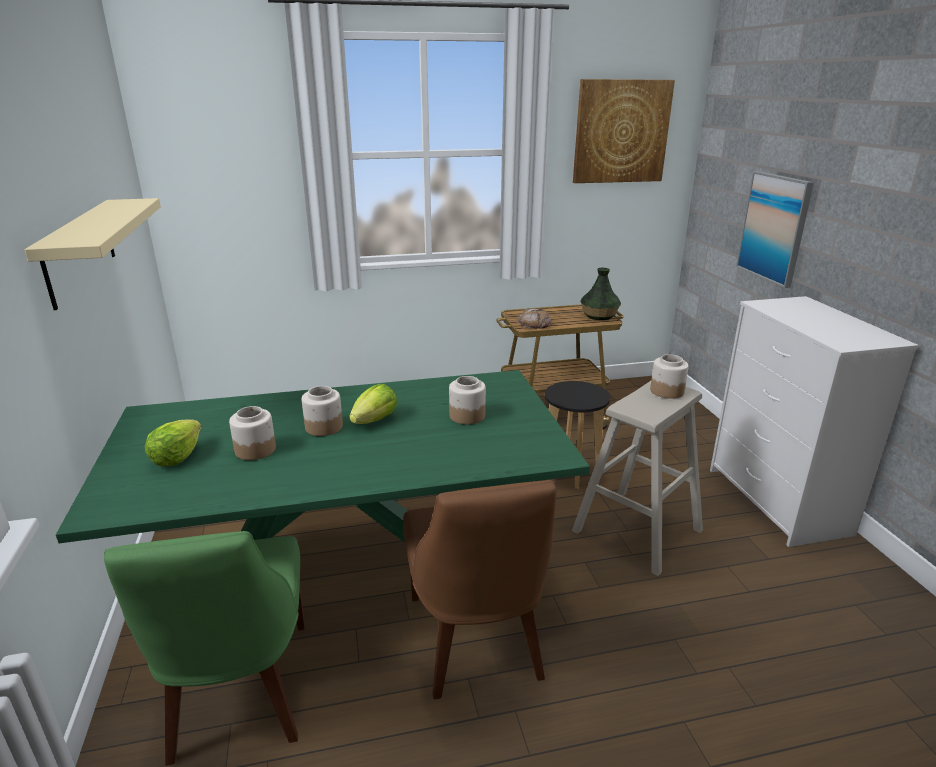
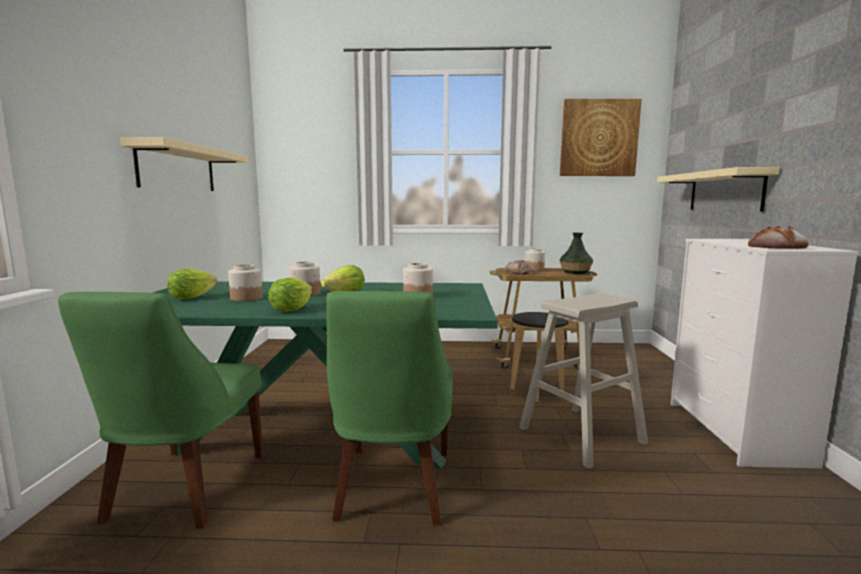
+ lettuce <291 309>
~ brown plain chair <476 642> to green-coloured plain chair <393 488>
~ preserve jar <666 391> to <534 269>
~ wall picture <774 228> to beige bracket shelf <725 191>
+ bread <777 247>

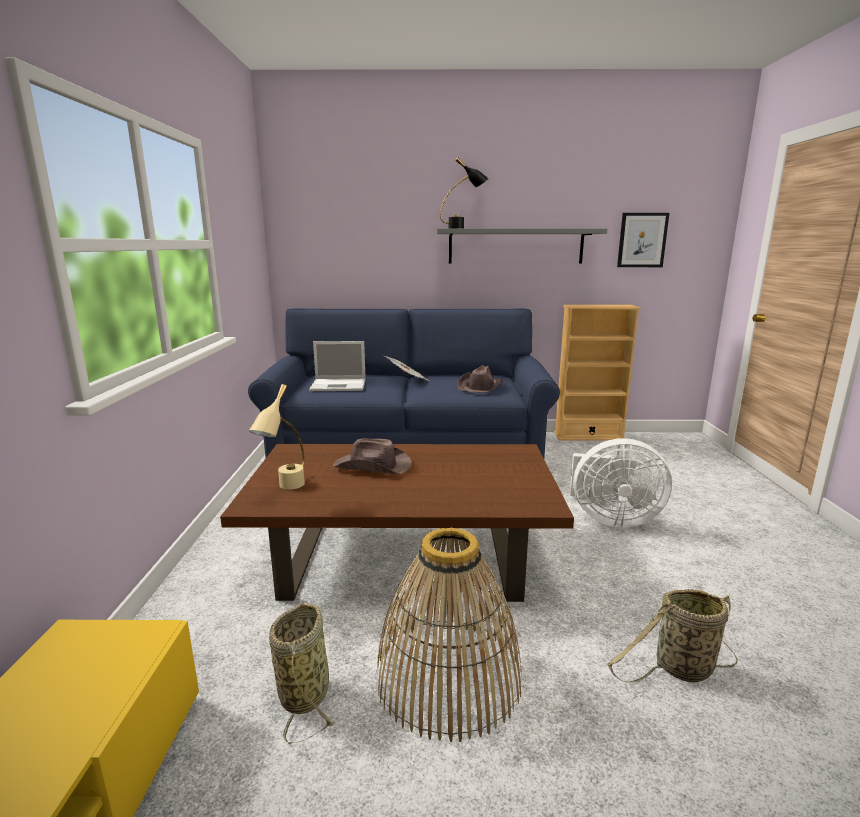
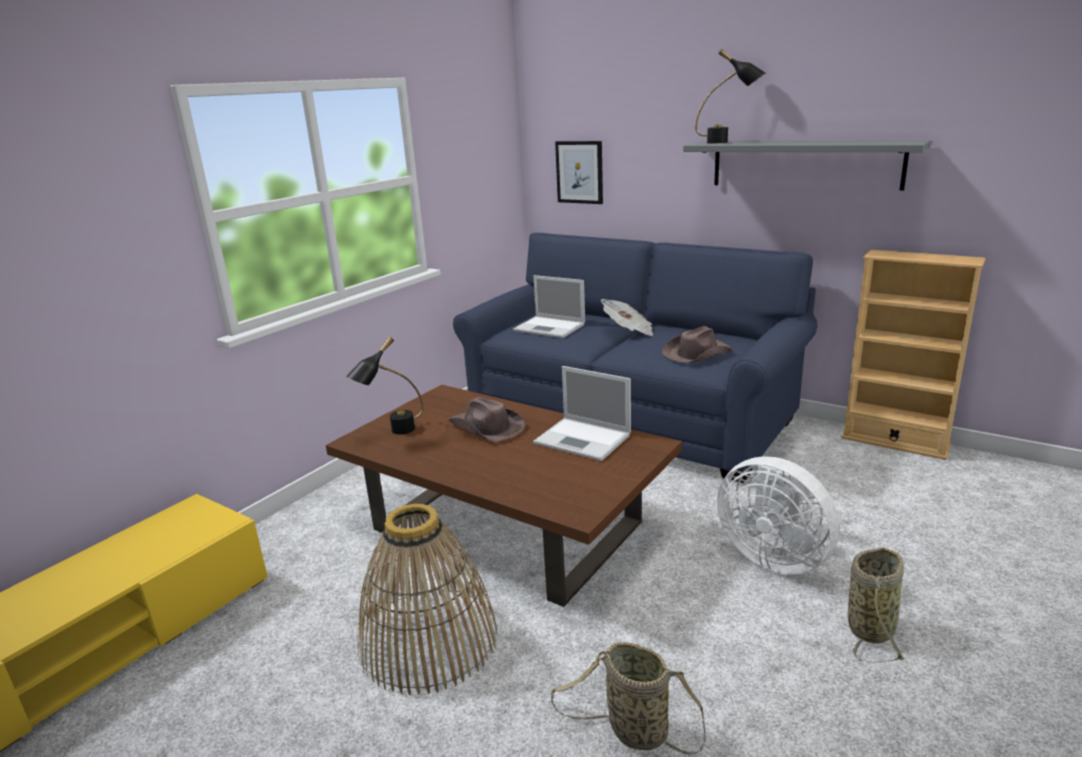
~ beige tabletop lamp <285 489> to blackish tabletop lamp <393 433>
+ laptop <584 439>
~ wall picture <642 240> to <579 172>
~ storage basket <305 691> to <871 627>

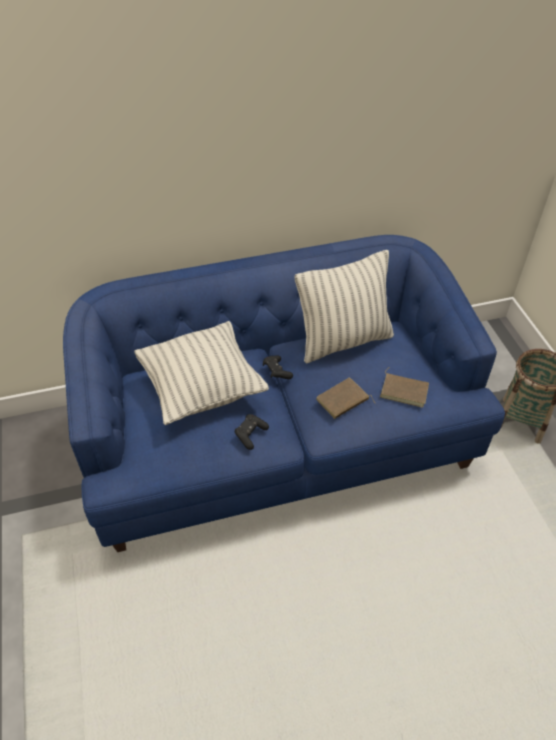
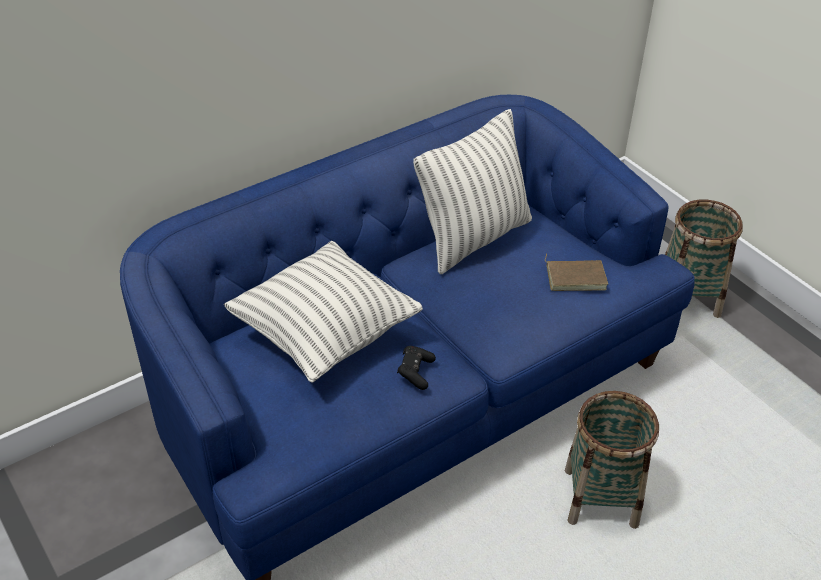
+ storage basket <600 498>
- blackish joypad <276 372>
- brown volume <343 401>

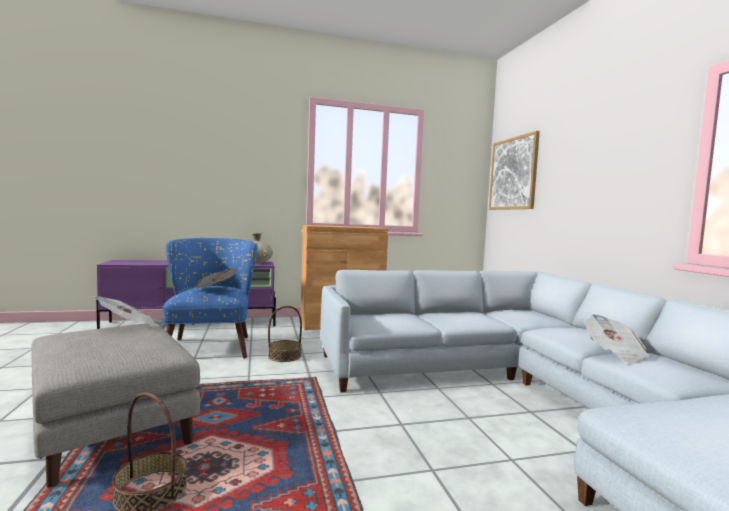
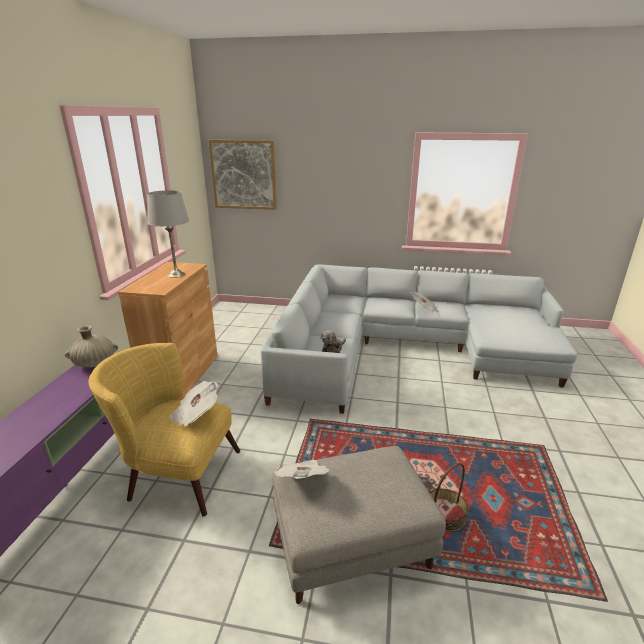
~ bluish armchair <211 345> to yellow-coloured armchair <175 473>
+ greyish tabletop lamp <176 275>
+ plush toy <333 349>
- storage basket <284 356>

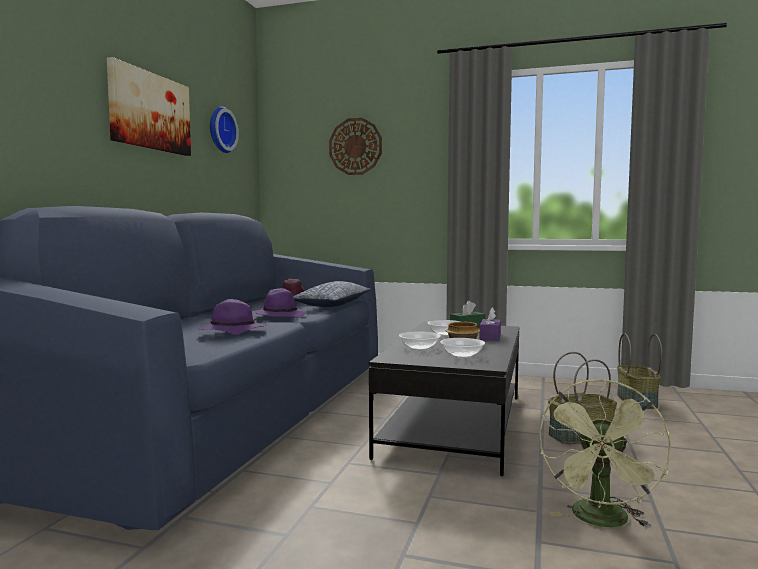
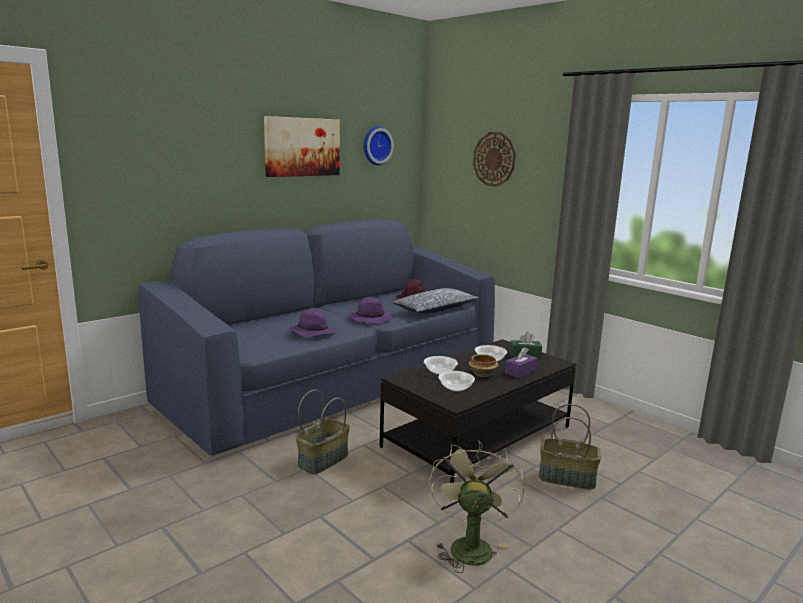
~ storage basket <635 401> to <323 460>
~ green-coloured fan <602 521> = <469 545> 135 degrees clockwise

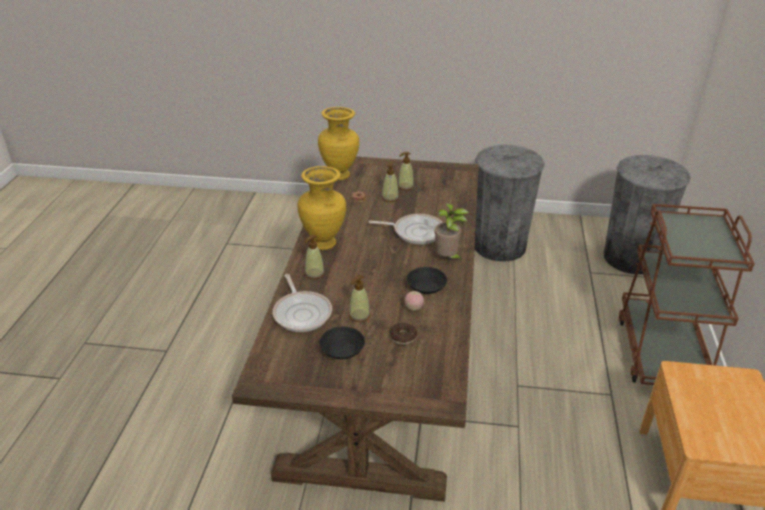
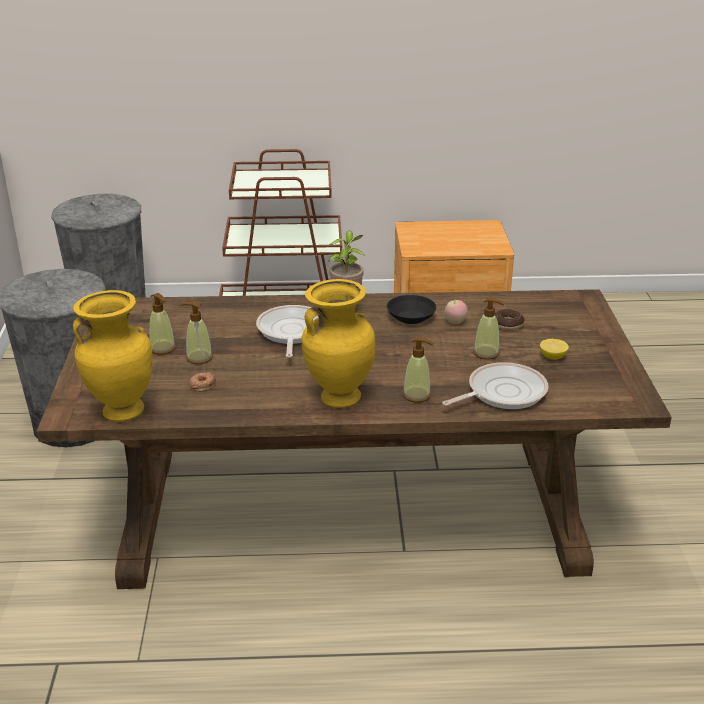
~ blackish bowl <342 351> to citrus fruit <552 357>

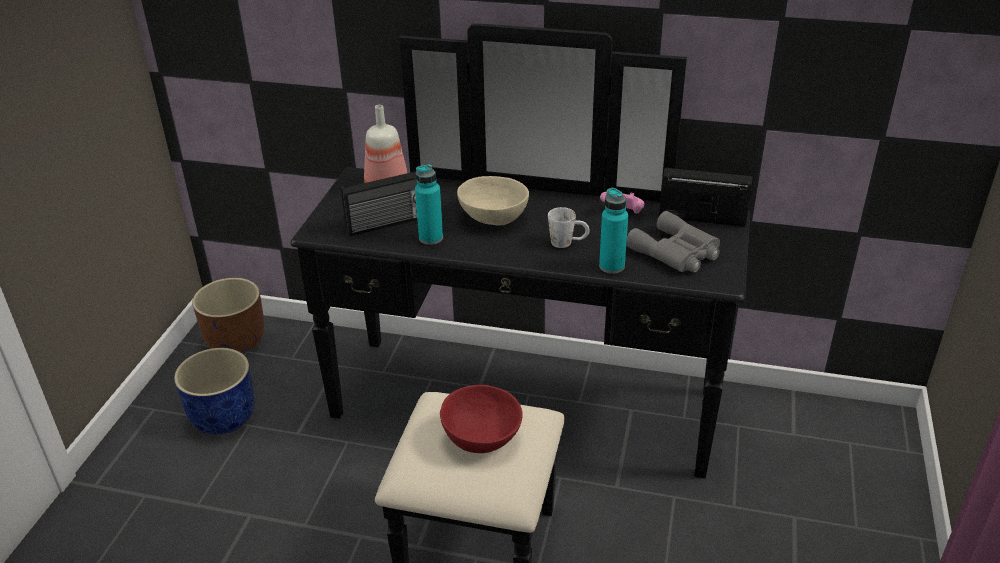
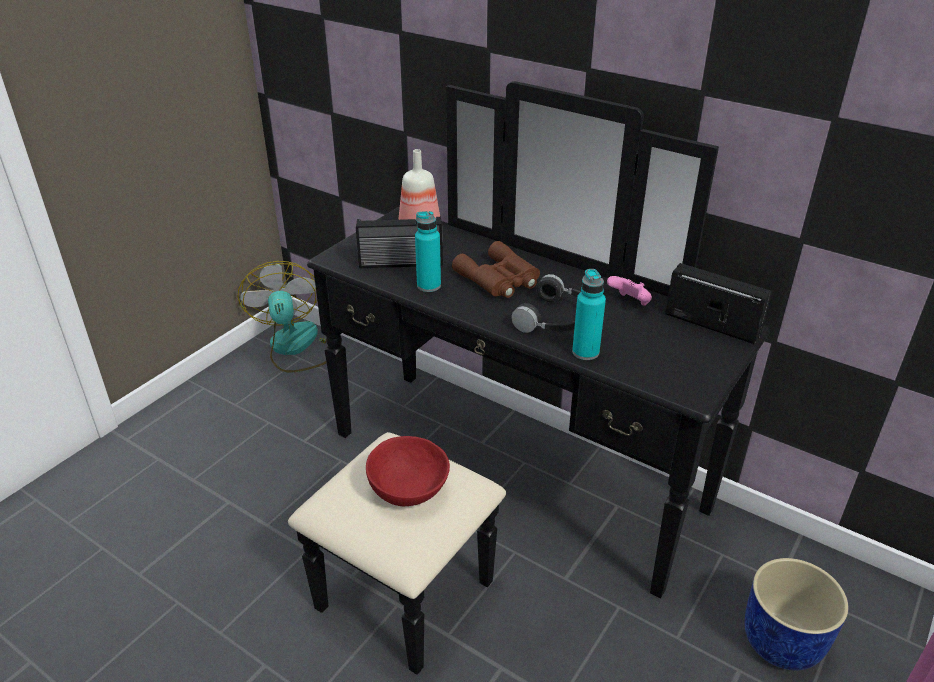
~ brown plant pot <235 341> to fan <296 347>
~ beige bowl <493 218> to brown field glasses <499 279>
~ white mug <568 243> to blackish headset <556 319>
~ bluish plant pot <224 417> to <783 641>
- greyish field glasses <676 252>

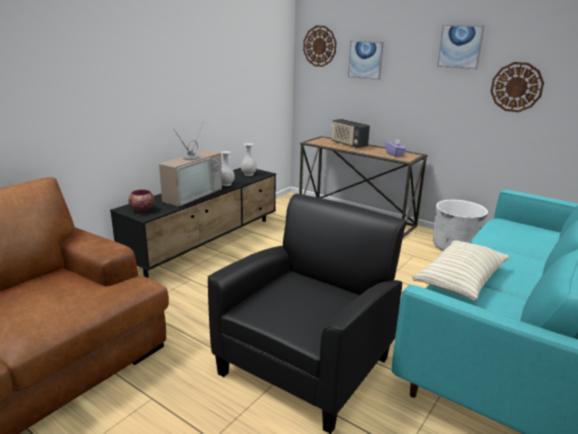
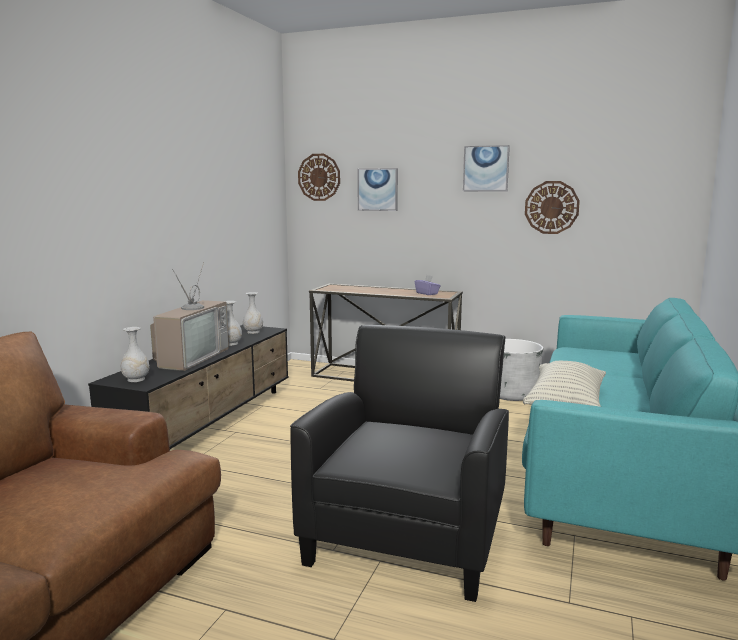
~ bowl <142 210> to white decorative vase <136 379>
- radio <348 144>

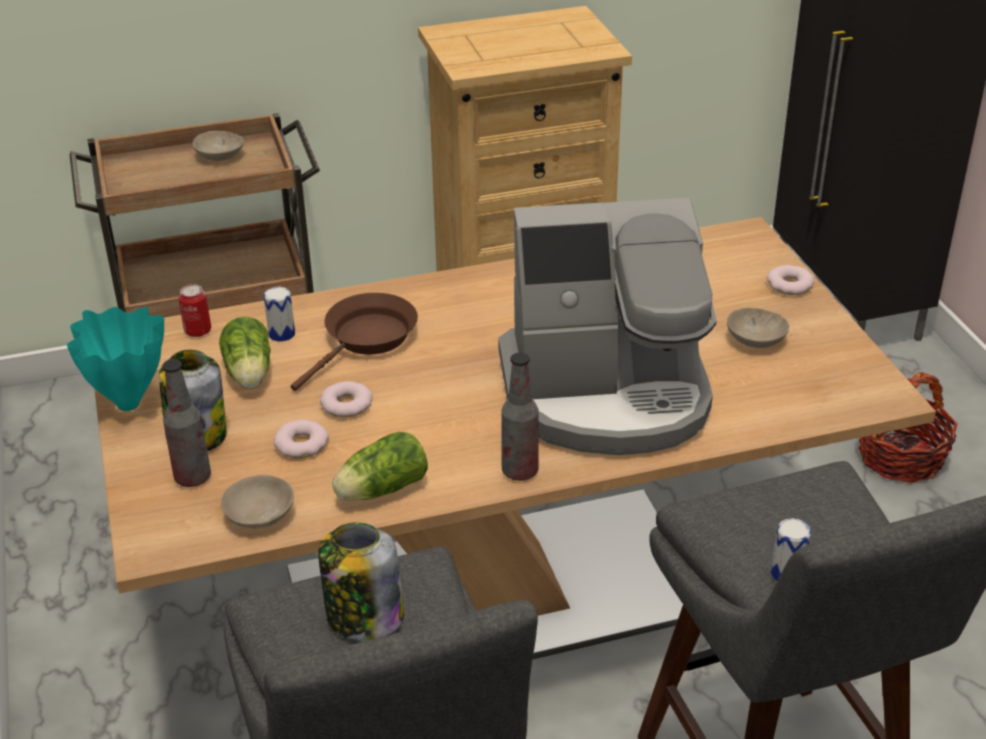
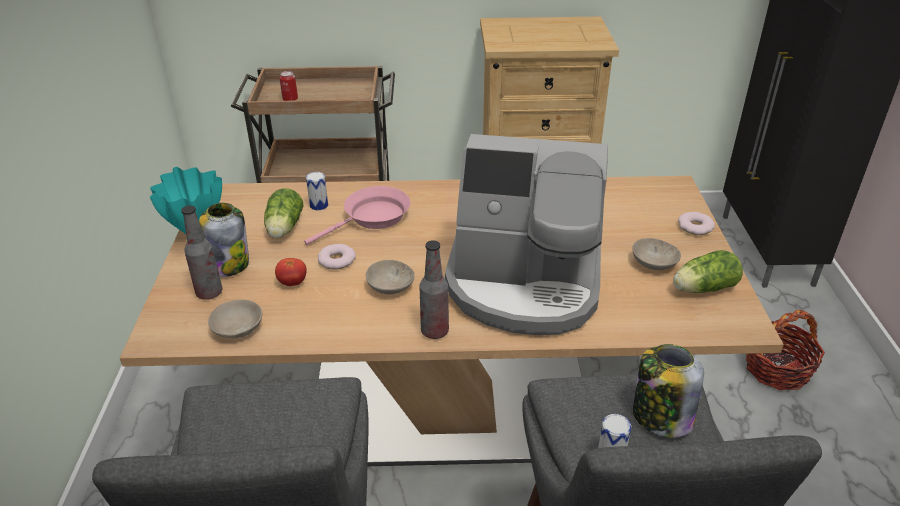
~ donut <301 444> to tomato <293 283>
~ can <198 331> to <290 99>
~ brown pan <366 339> to pink pan <372 218>
~ beige bowl <218 156> to <389 287>
~ preserve jar <363 617> to <661 417>
~ lettuce <379 490> to <702 288>

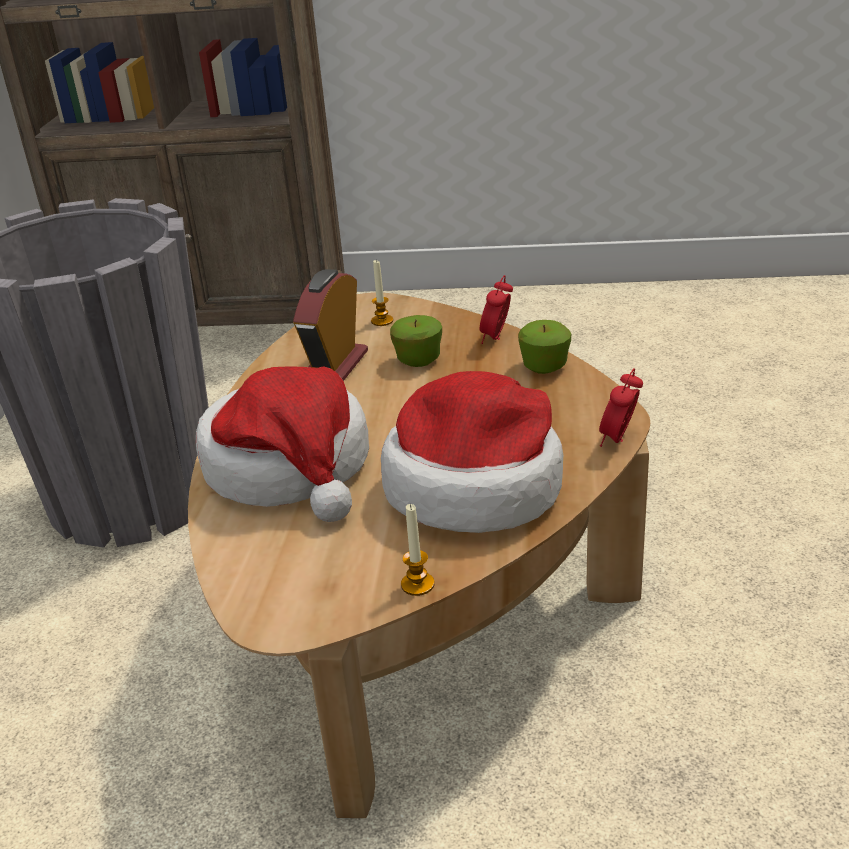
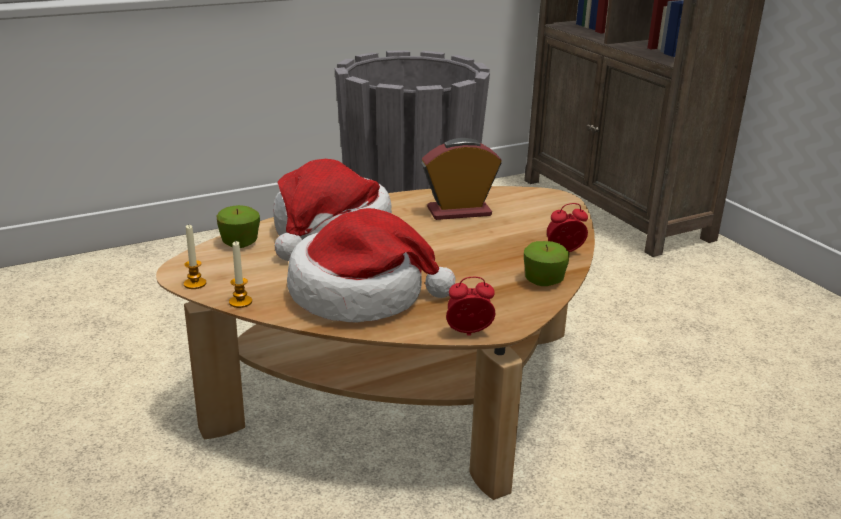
~ wax candle <382 321> to <195 284>
~ apple <418 360> to <240 243>

